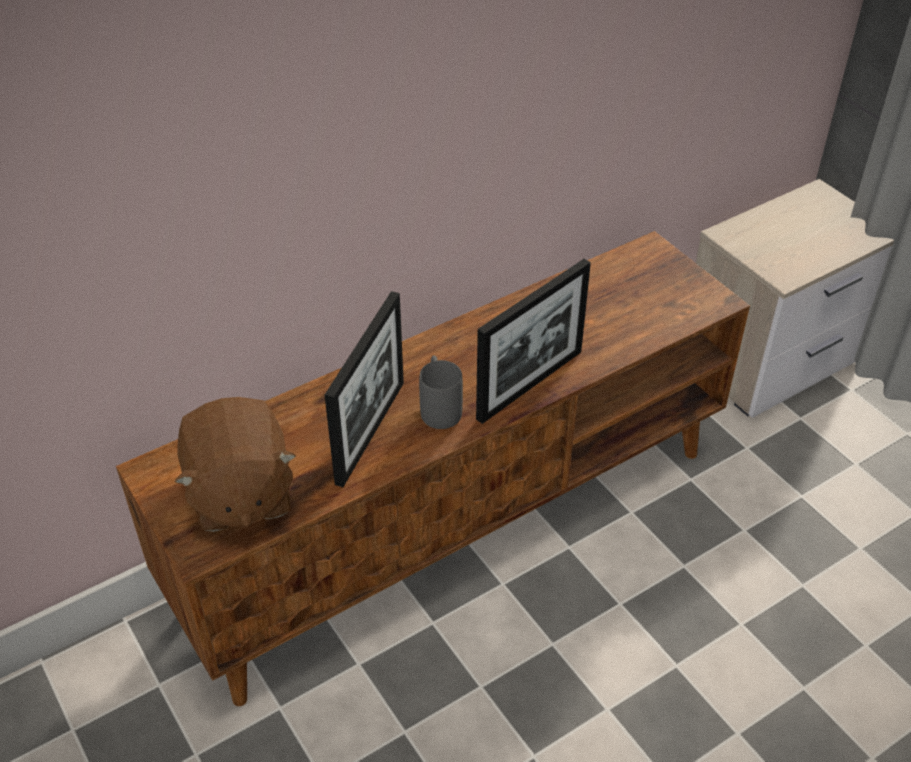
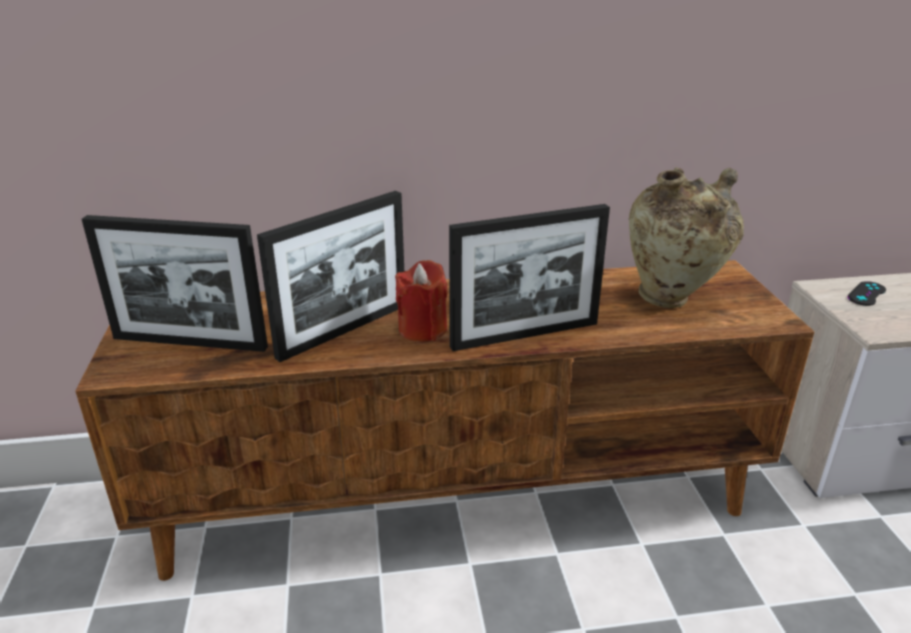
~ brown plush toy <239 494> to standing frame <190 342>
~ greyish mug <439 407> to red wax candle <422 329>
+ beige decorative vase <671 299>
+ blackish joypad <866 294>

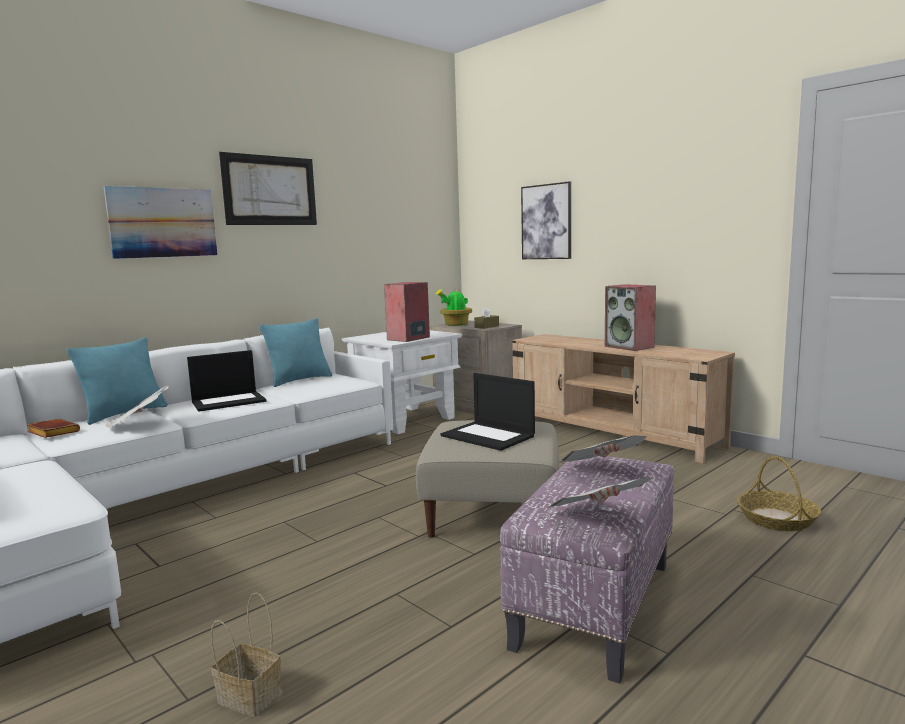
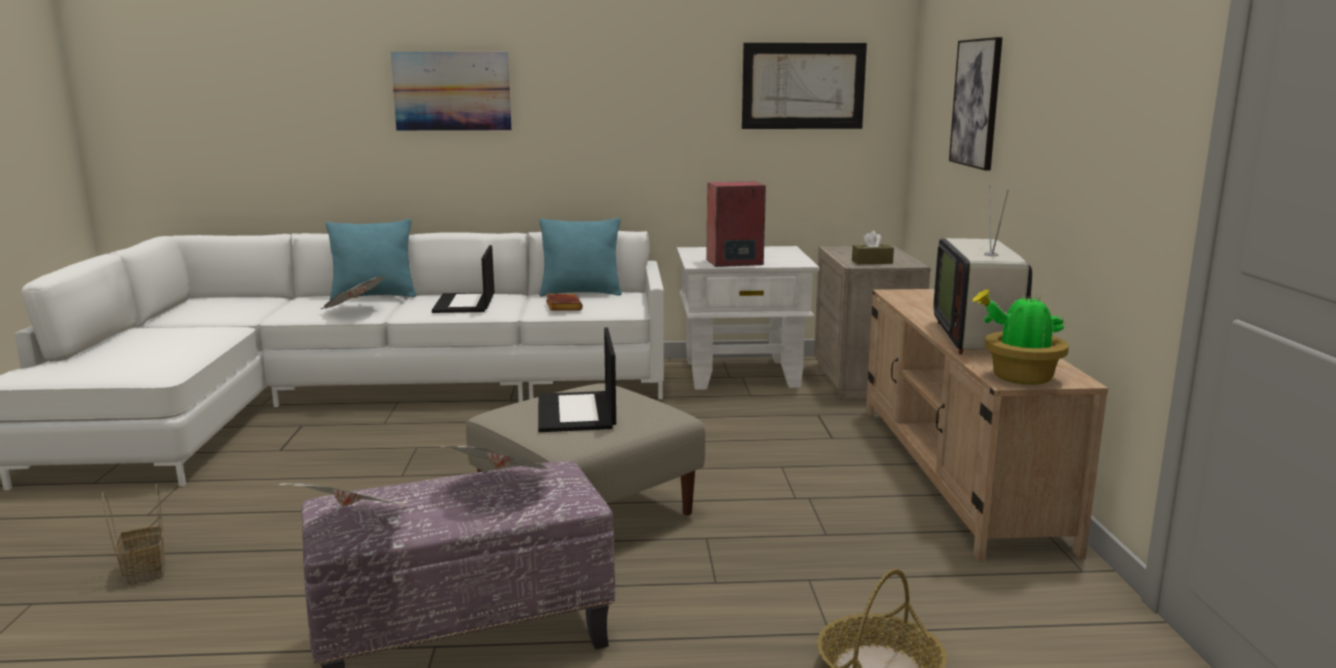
~ laptop <229 401> = <465 304> 75 degrees clockwise
~ brown volume <51 433> to <562 306>
~ wall picture <270 190> to <803 86>
~ audio speaker <630 347> to television <980 337>
~ houseplant <455 325> to <1019 378>

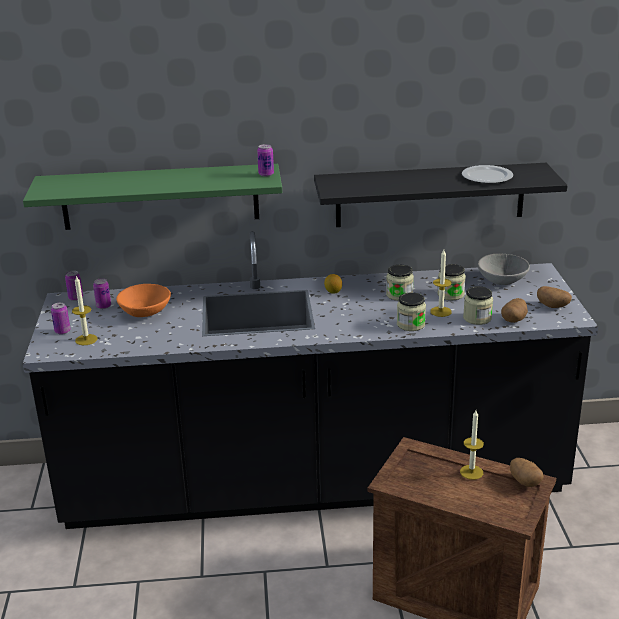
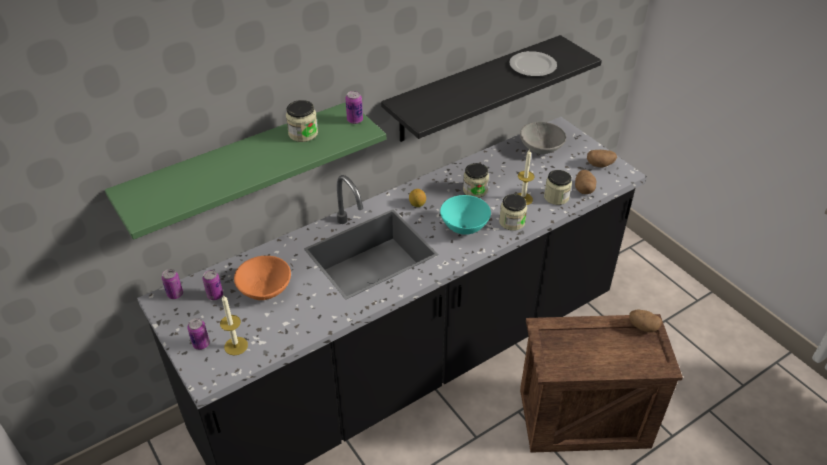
~ preserve jar <450 294> to <303 133>
+ blue-green bowl <465 228>
- wax candle <471 472>

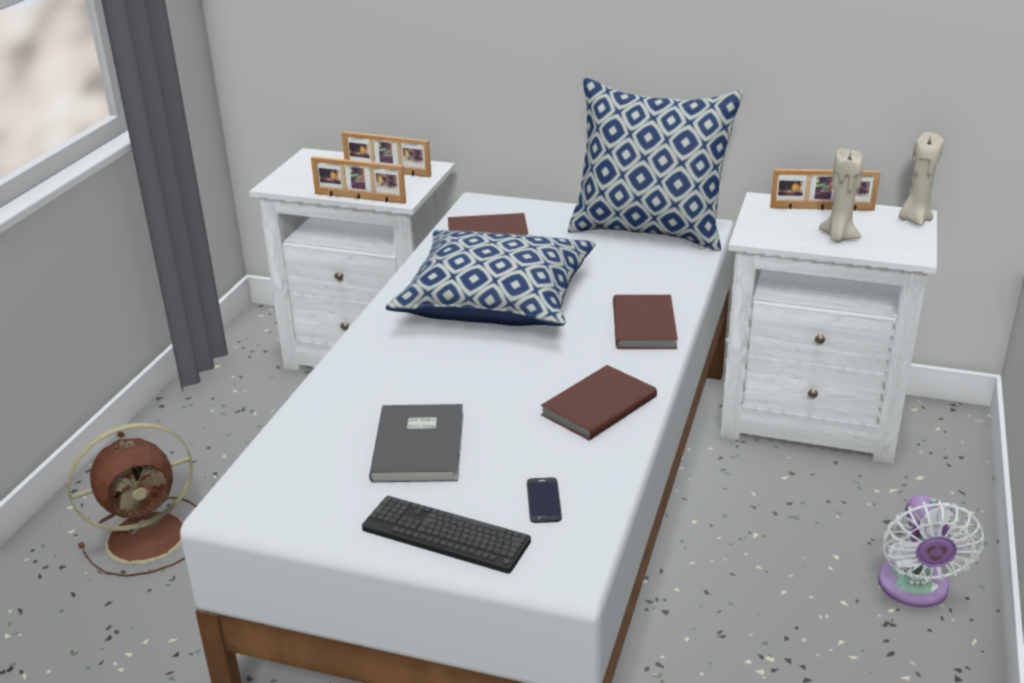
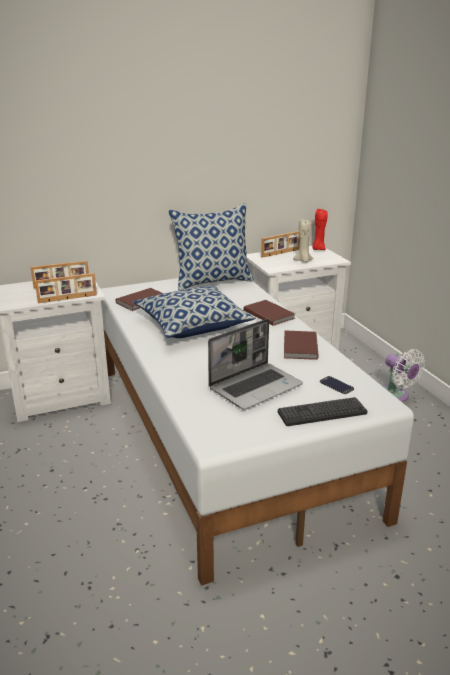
~ greyish volume <422 445> to laptop <255 386>
~ beige wax candle <914 219> to red wax candle <318 249>
- brown fan <150 536>

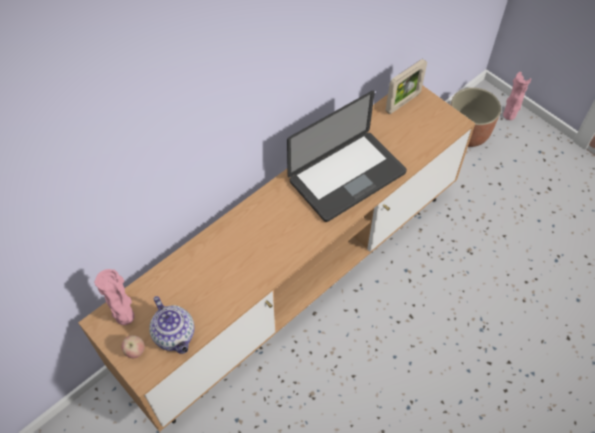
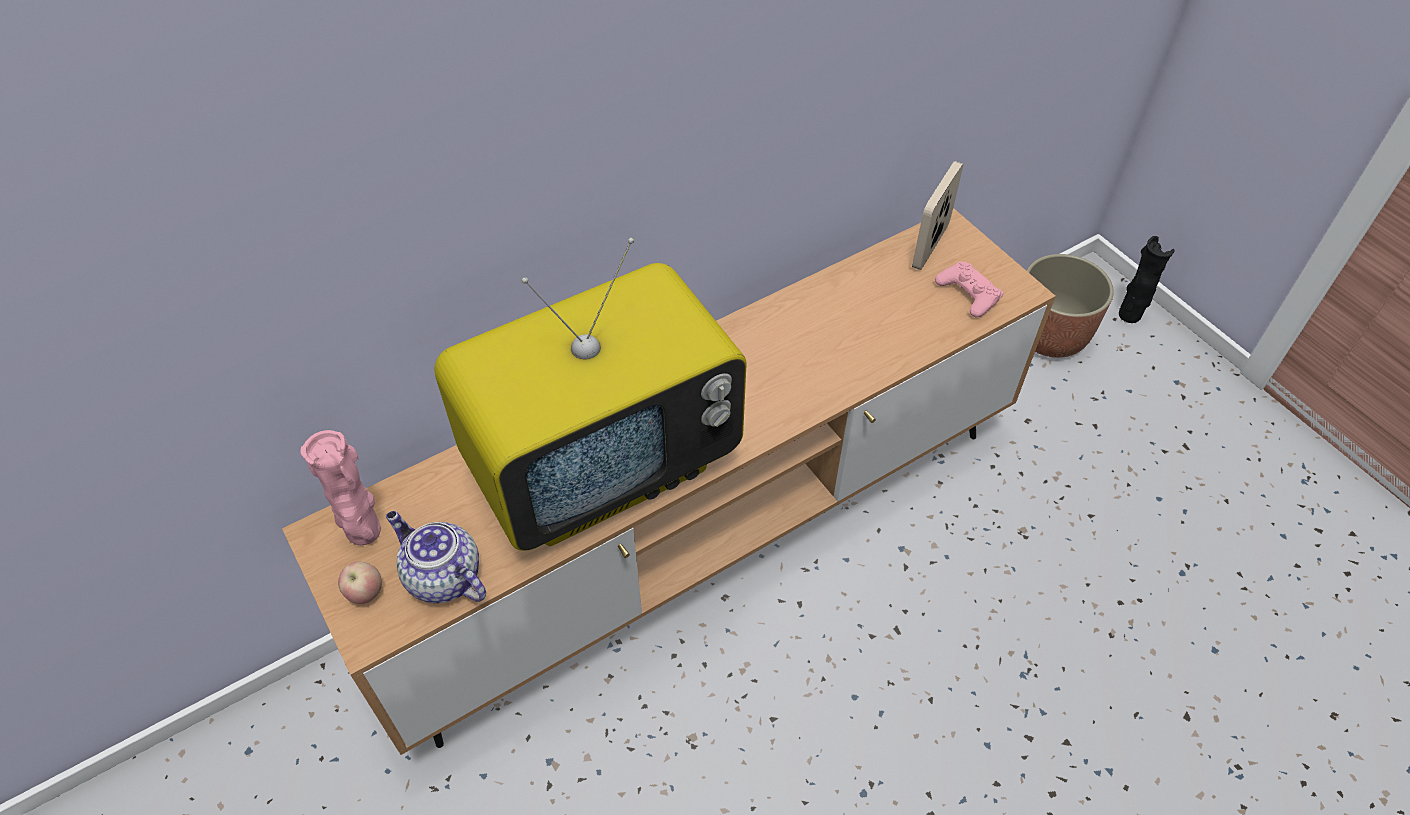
~ pot for tea <175 335> = <442 577> 150 degrees clockwise
+ television <604 465>
~ standing frame <403 102> = <930 246> 150 degrees clockwise
+ pink joypad <968 293>
~ pink decorative vase <509 115> to blackish decorative vase <1130 315>
- laptop <347 177>

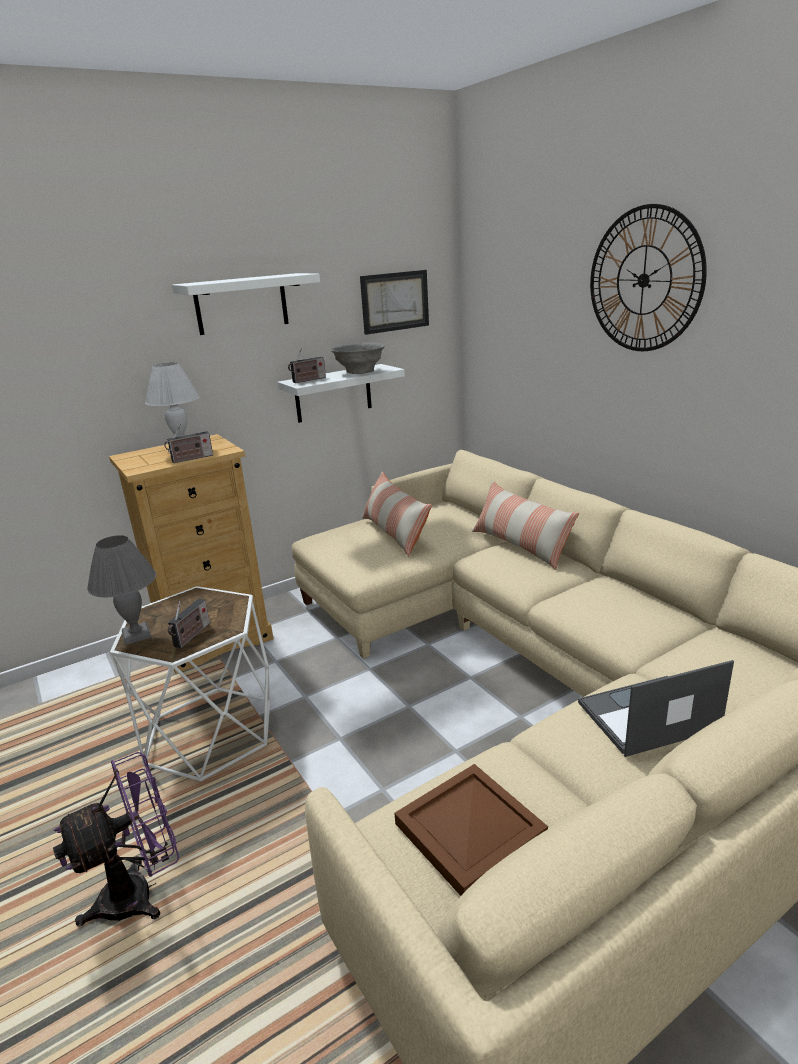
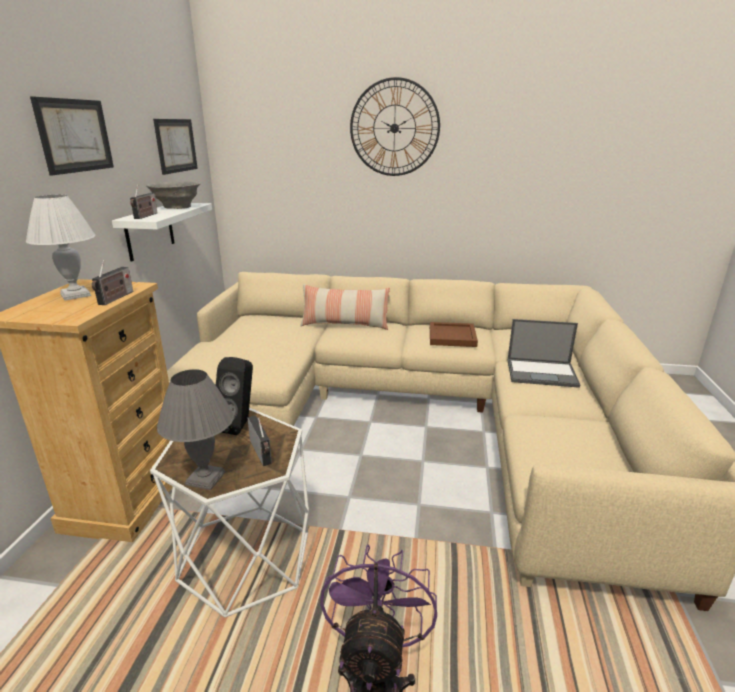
~ white bracket shelf <241 304> to wall picture <75 135>
+ blackish audio speaker <240 425>
~ brown serving tray <472 831> to <453 336>
~ laptop <646 716> = <542 373> 105 degrees counterclockwise
- pillow <394 533>

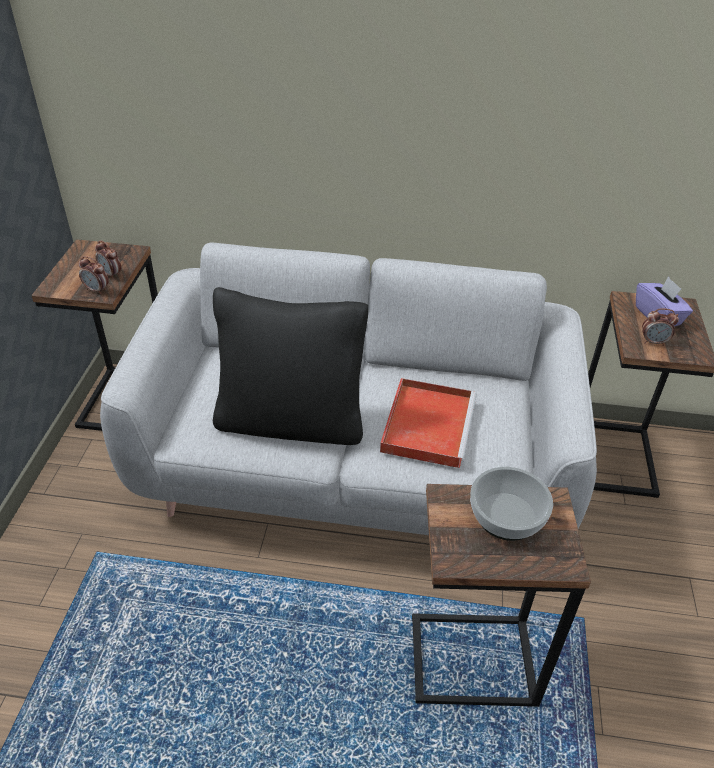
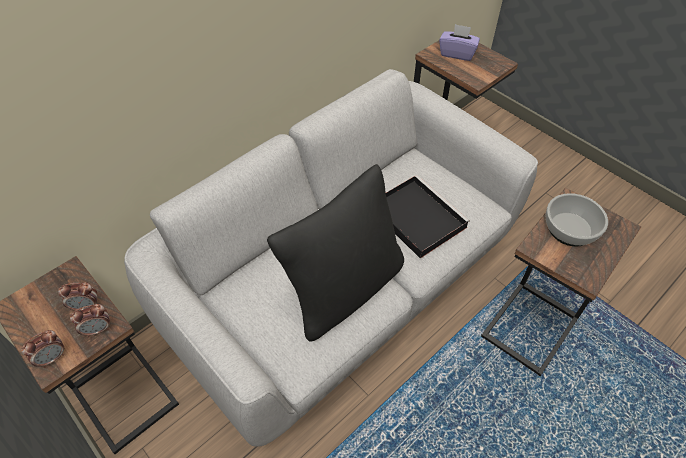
~ alarm clock <653 342> to <53 358>
~ red serving tray <427 424> to blackish serving tray <415 217>

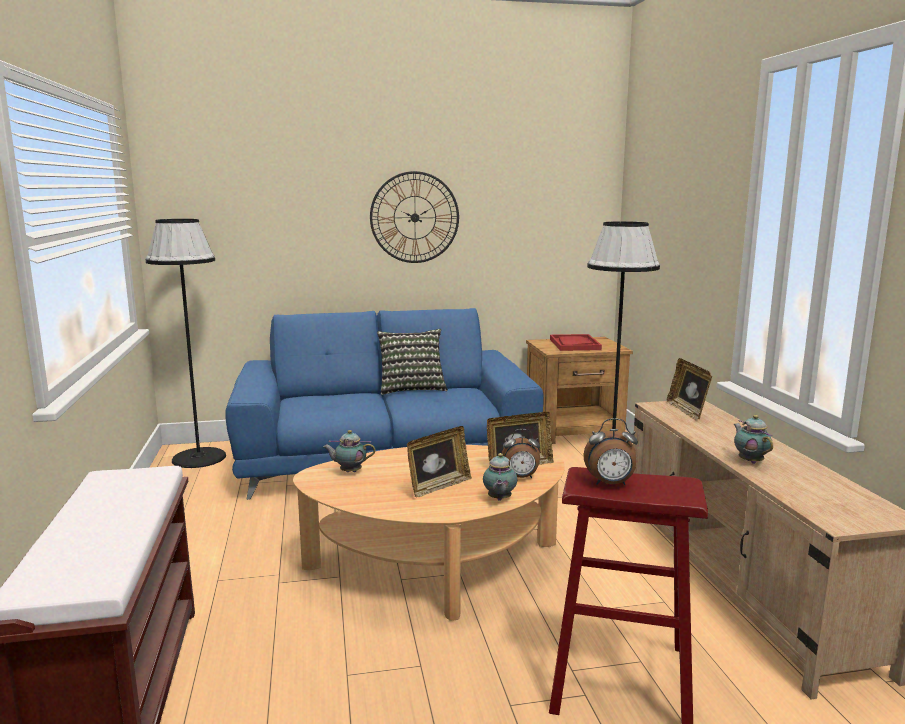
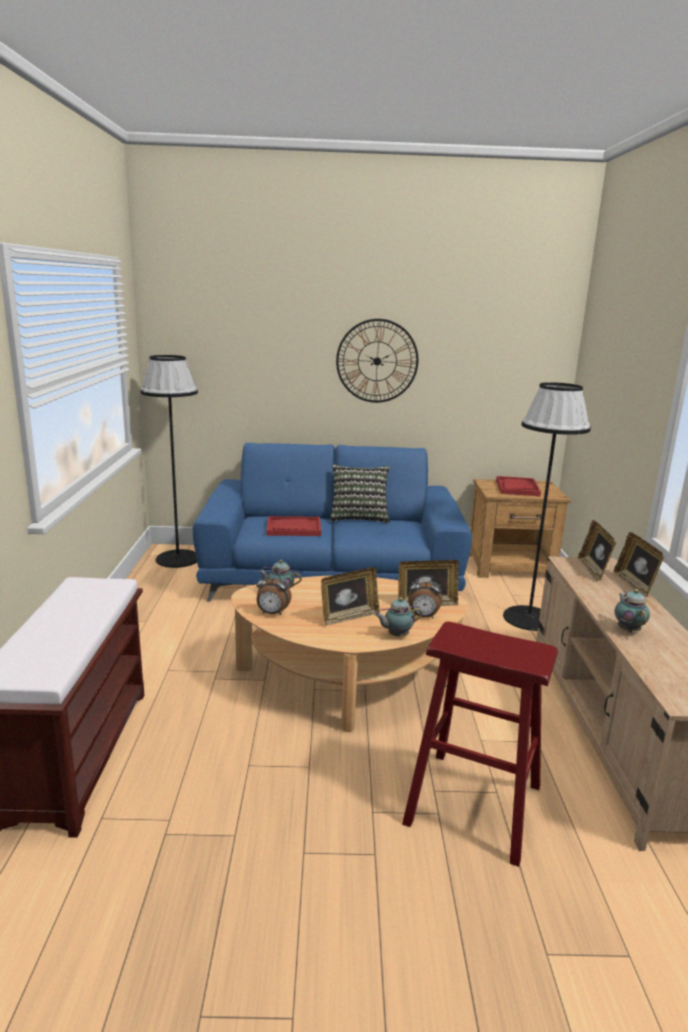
~ alarm clock <610 484> to <272 613>
+ red serving tray <293 528>
~ pot for tea <499 499> = <396 635> 60 degrees clockwise
+ standing frame <634 585>

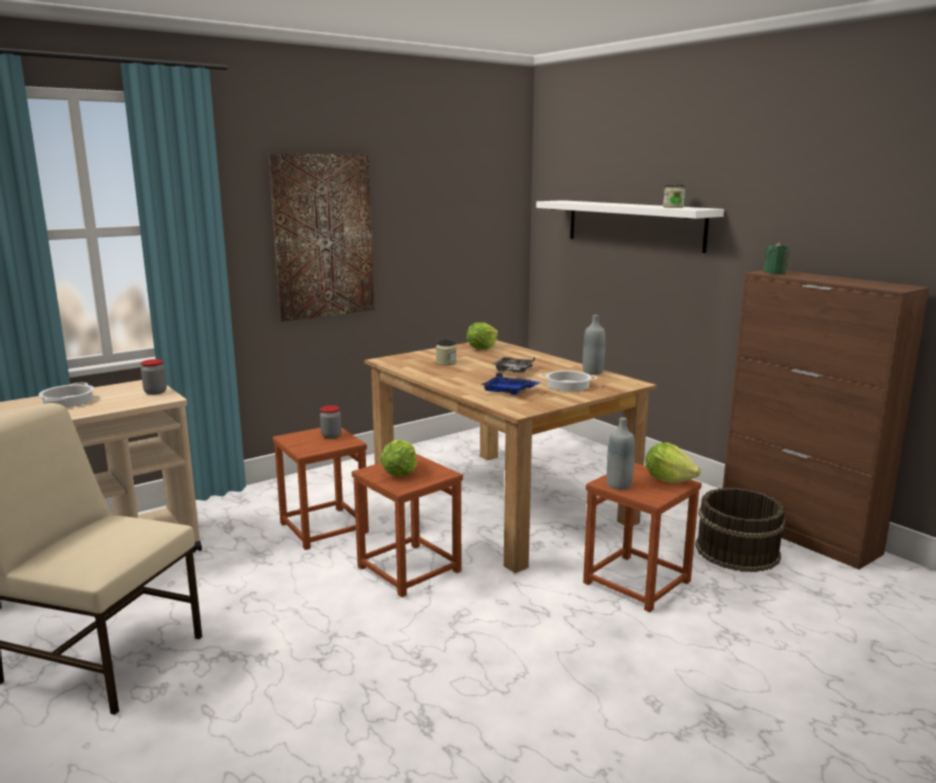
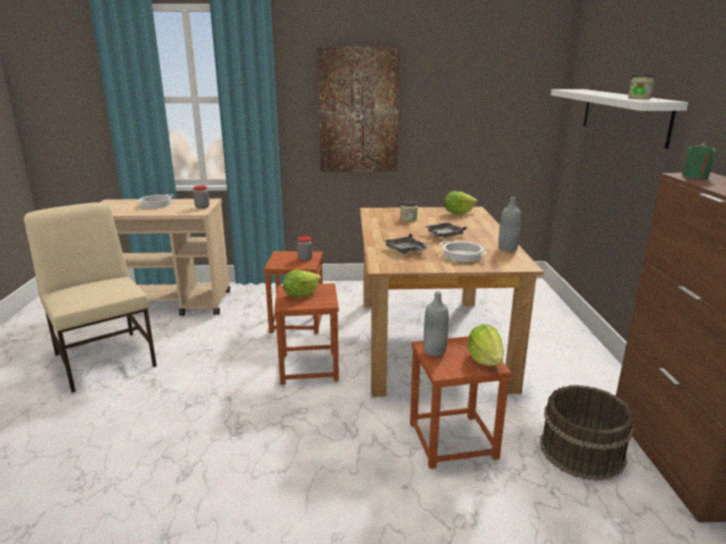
~ bluish serving tray <508 392> to greyish serving tray <406 251>

